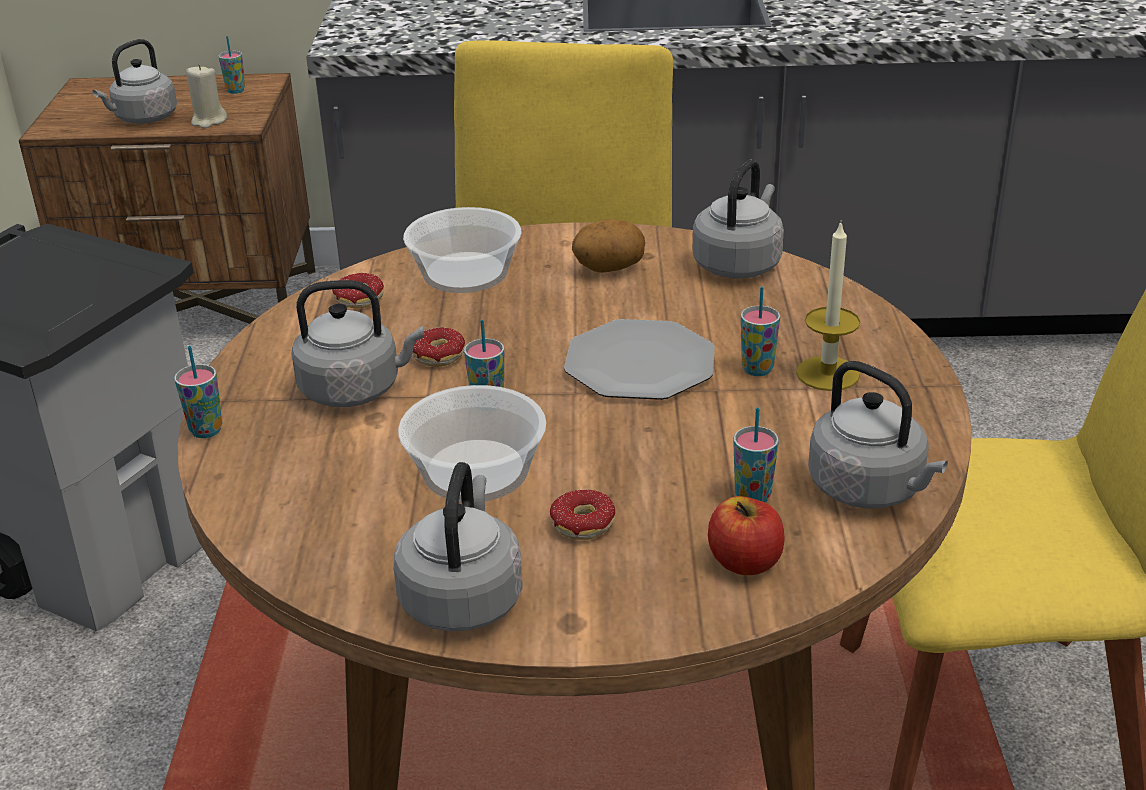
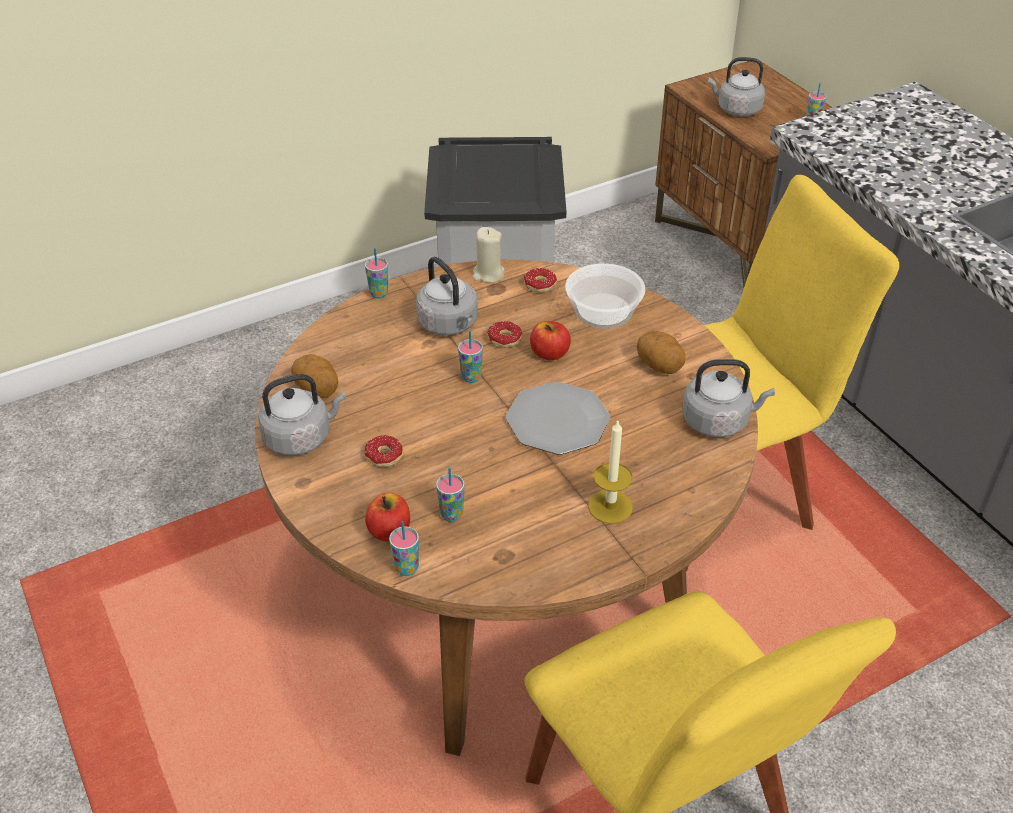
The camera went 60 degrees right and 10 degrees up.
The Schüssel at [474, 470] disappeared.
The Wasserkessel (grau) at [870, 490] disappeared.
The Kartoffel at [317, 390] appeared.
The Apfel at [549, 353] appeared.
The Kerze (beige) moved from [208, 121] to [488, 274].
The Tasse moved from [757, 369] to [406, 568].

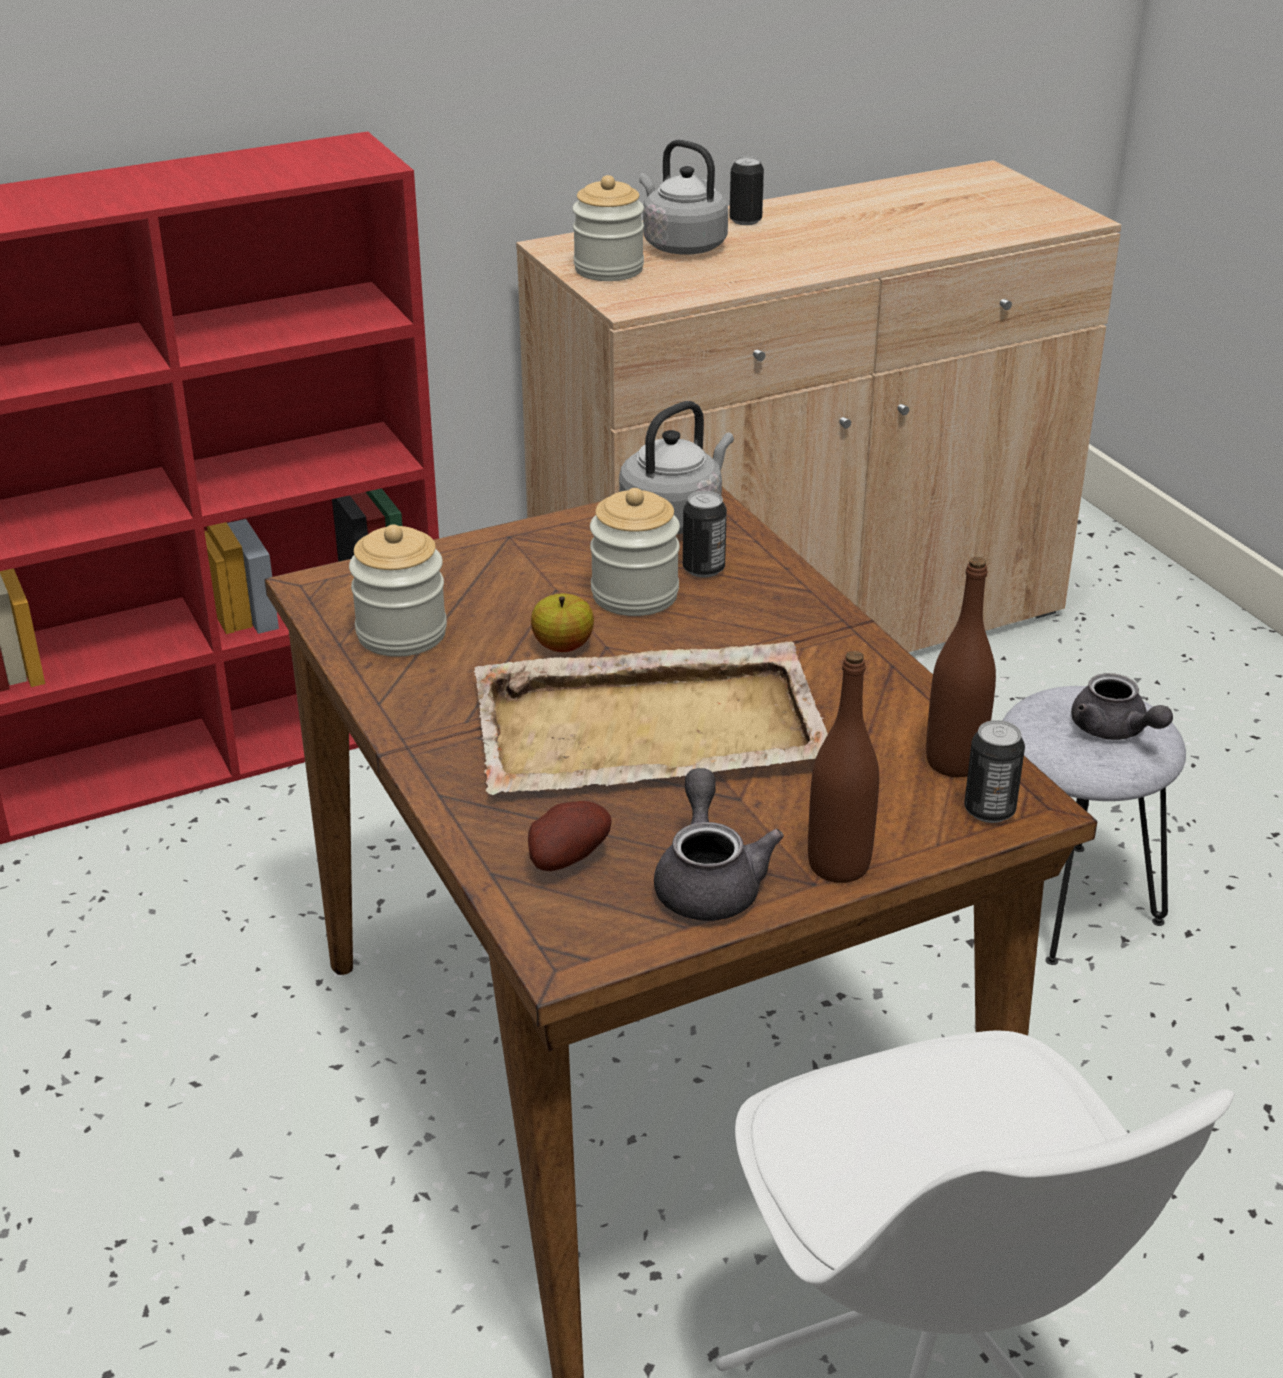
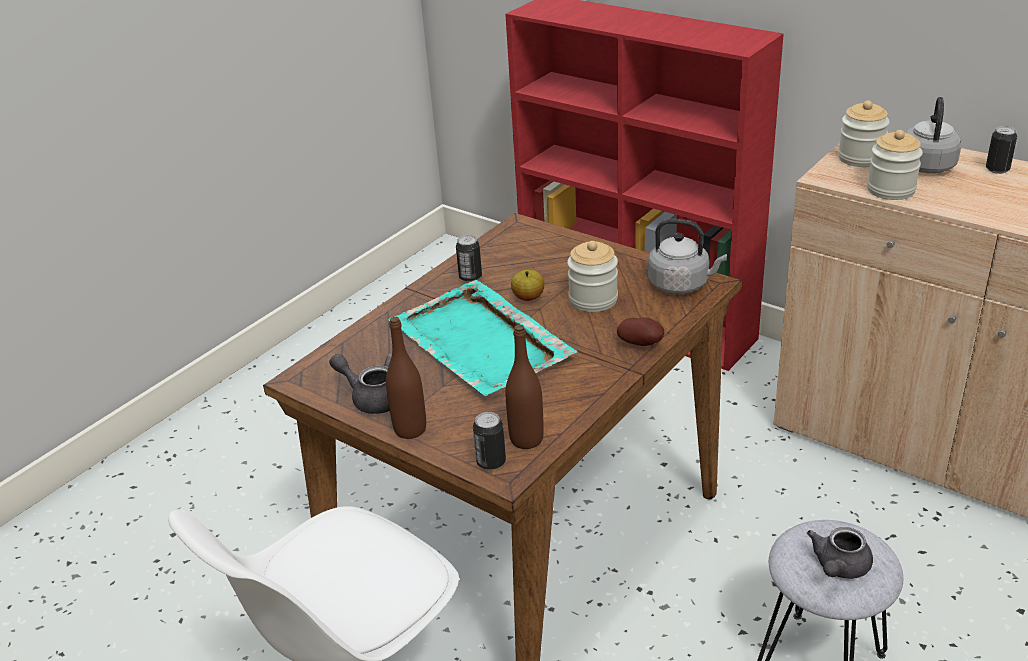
The camera went 65 degrees right and 0 degrees up.
The Vorratsglas moved from [401, 634] to [891, 190].
The Kartoffel moved from [565, 859] to [642, 344].
The Dose moved from [703, 569] to [470, 277].
The Tablett (beige) at [652, 727] became the Tablett (türkis) at [481, 343].
The Teekanne (grau) at [708, 881] turned 120 degrees counterclockwise.

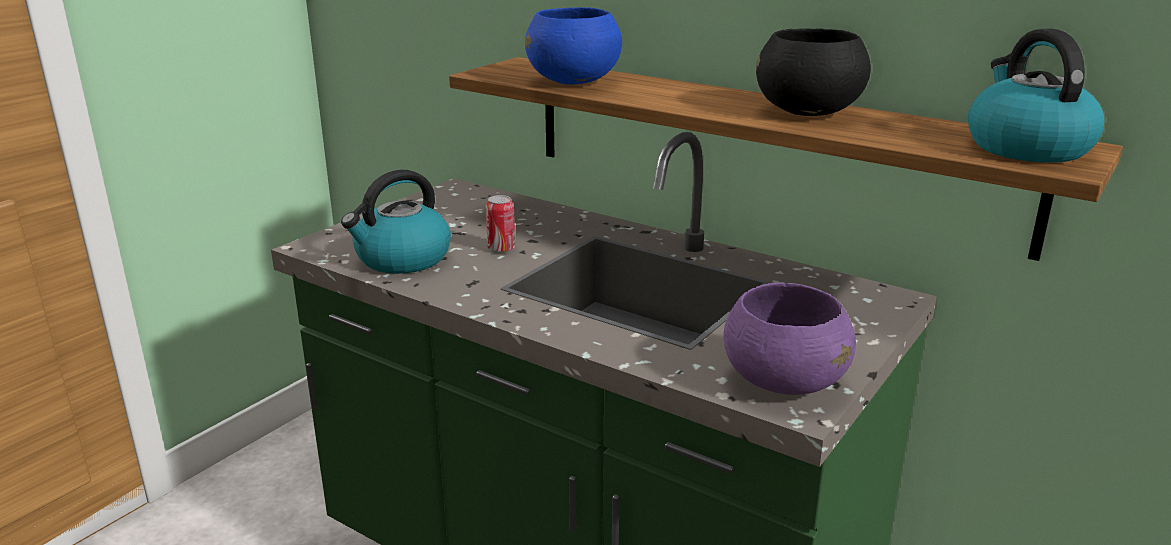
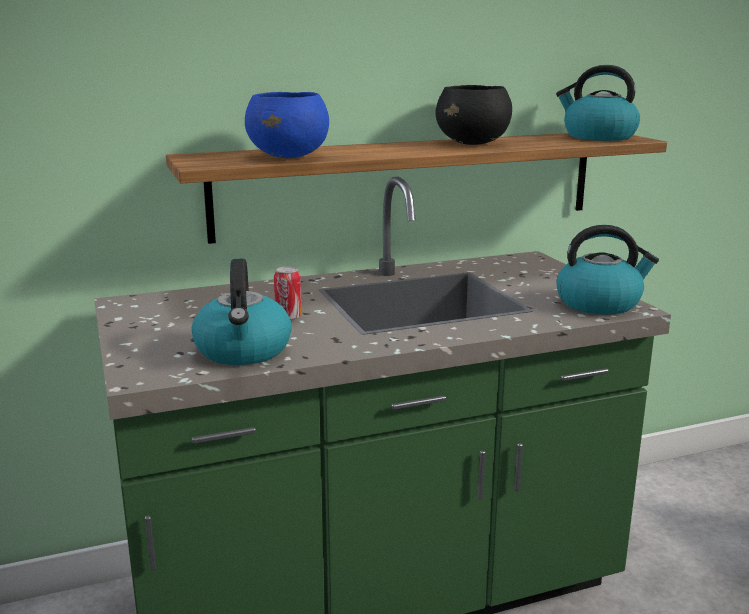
The camera went 55 degrees left and 5 degrees down.
The Schüssel (lila) at [783, 381] was replaced by the Wasserkessel at [599, 303].

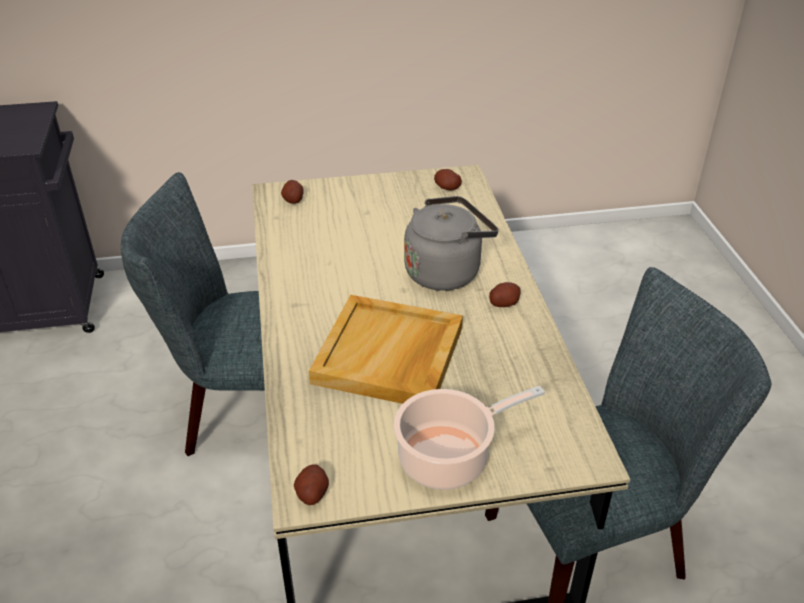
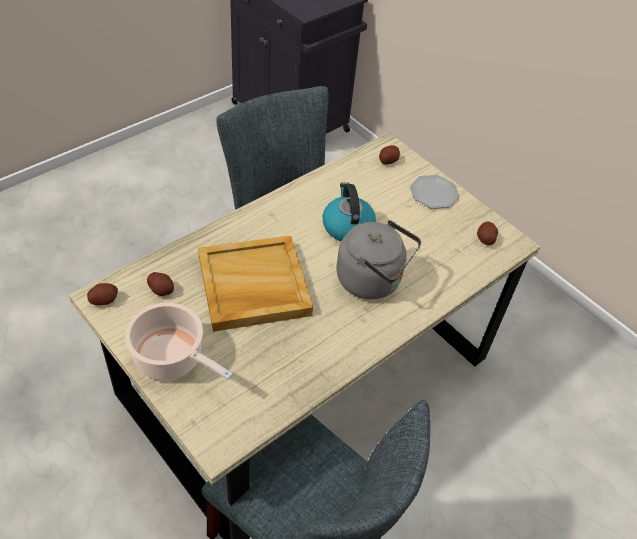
The camera went 55 degrees right and 10 degrees up.
The Wasserkessel at [347, 226] appeared.
The Teller at [434, 193] appeared.
The Kartoffel moved from [503, 303] to [161, 290].

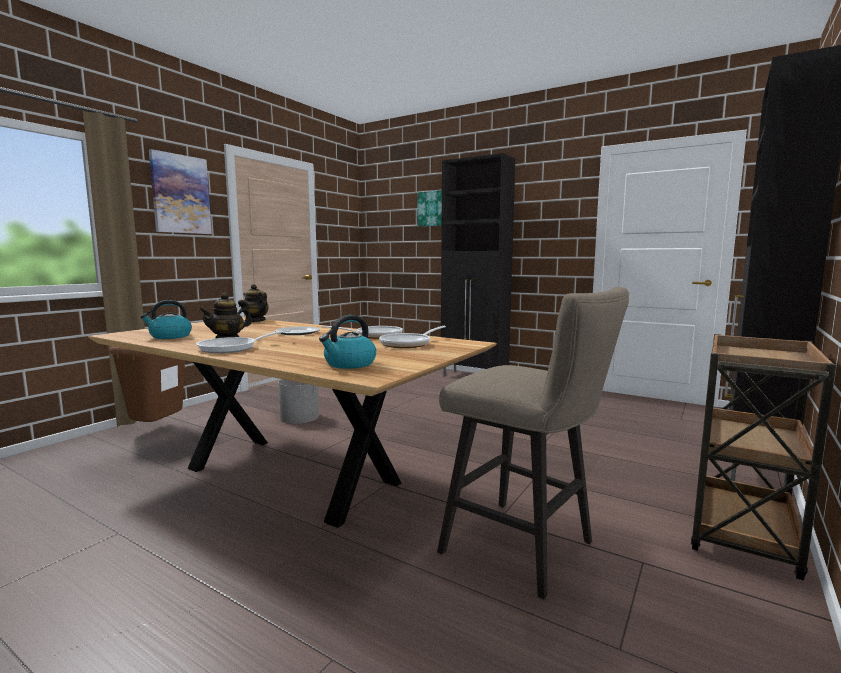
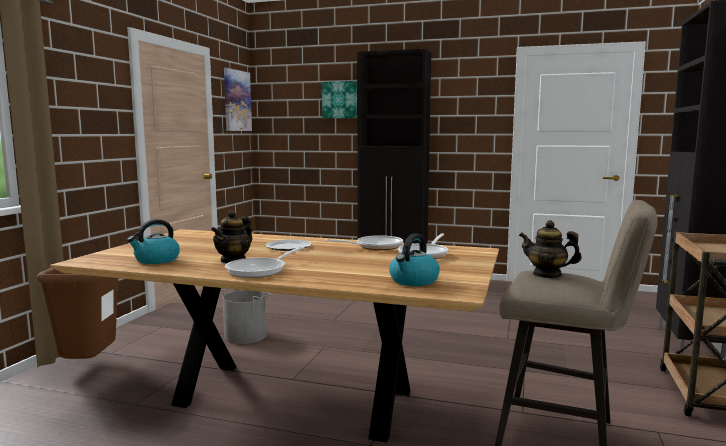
The camera went 15 degrees left and 0 degrees up.
The Bild moved from [180, 194] to [236, 100].
The Teekanne moved from [255, 321] to [547, 274].

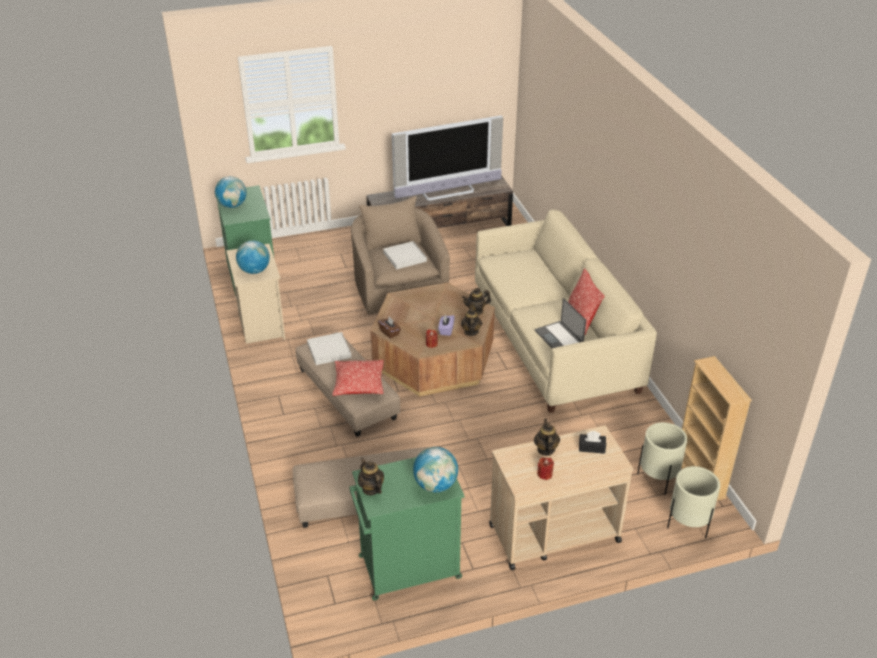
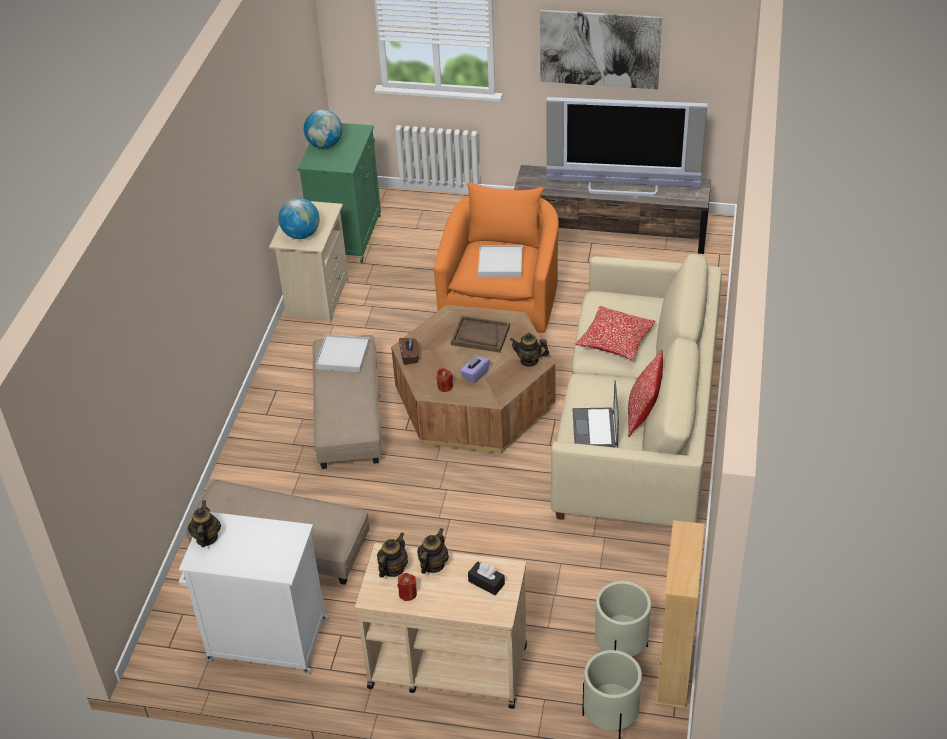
The camera went 30 degrees right and 5 degrees up.
The Globus at [435, 485] disappeared.
The Tablett (braun) at [480, 336] appeared.
The Bild at [599, 49] appeared.
The Kissen moved from [359, 384] to [615, 341].
The Teekanne moved from [471, 332] to [393, 569].
The Schrank (grün) at [407, 568] became the Schrank (weiß) at [265, 639].
The Sessel (beige) at [398, 287] became the Sessel (orange) at [502, 296].

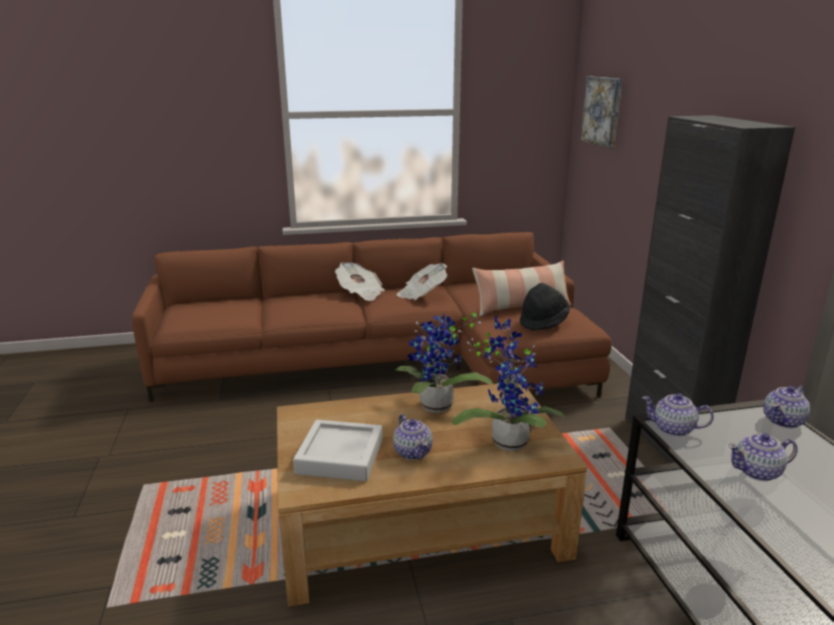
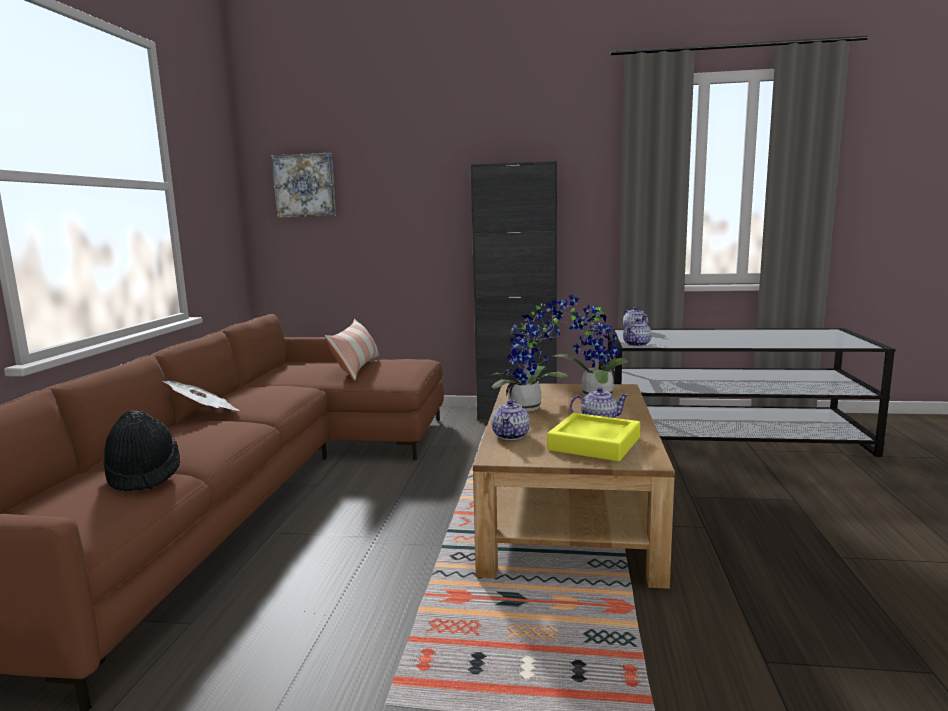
The camera went 70 degrees left and 10 degrees down.
The Zeitung at [422, 294] disappeared.
The Hut (schwarz) moved from [543, 322] to [144, 475].
The Teekanne moved from [758, 472] to [511, 435].
The Tablett (grau) at [340, 456] became the Tablett (gelb) at [594, 444].

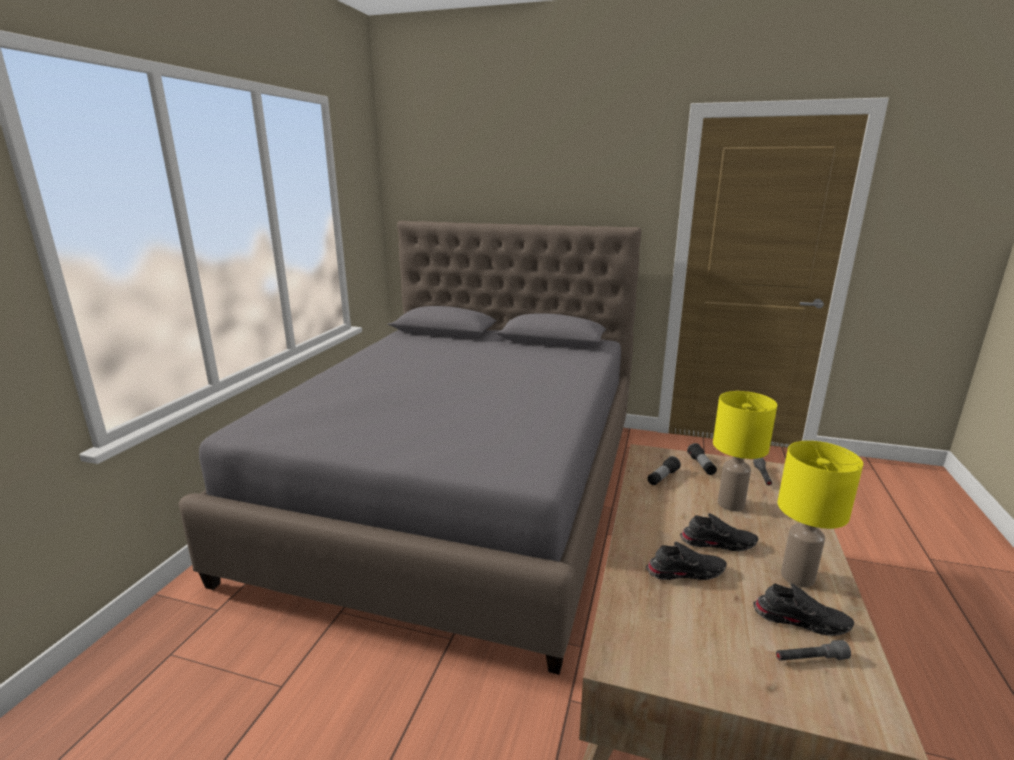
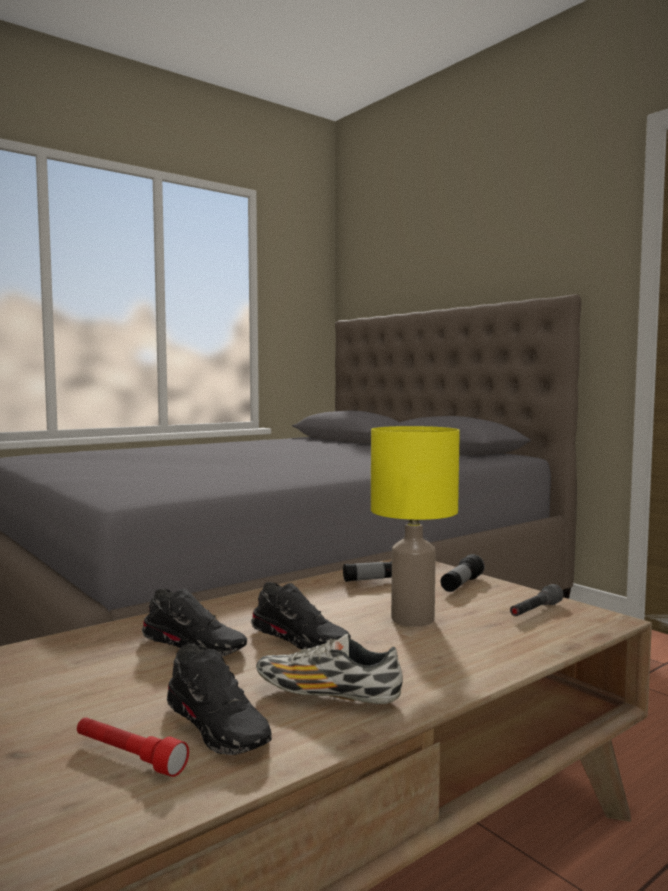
The camera went 35 degrees right and 15 degrees down.
The Tischlampe (gelb) at [798, 577] was replaced by the Schuh at [327, 696].
The Taschenlampe (grau) at [810, 659] became the Taschenlampe (rot) at [128, 757].

